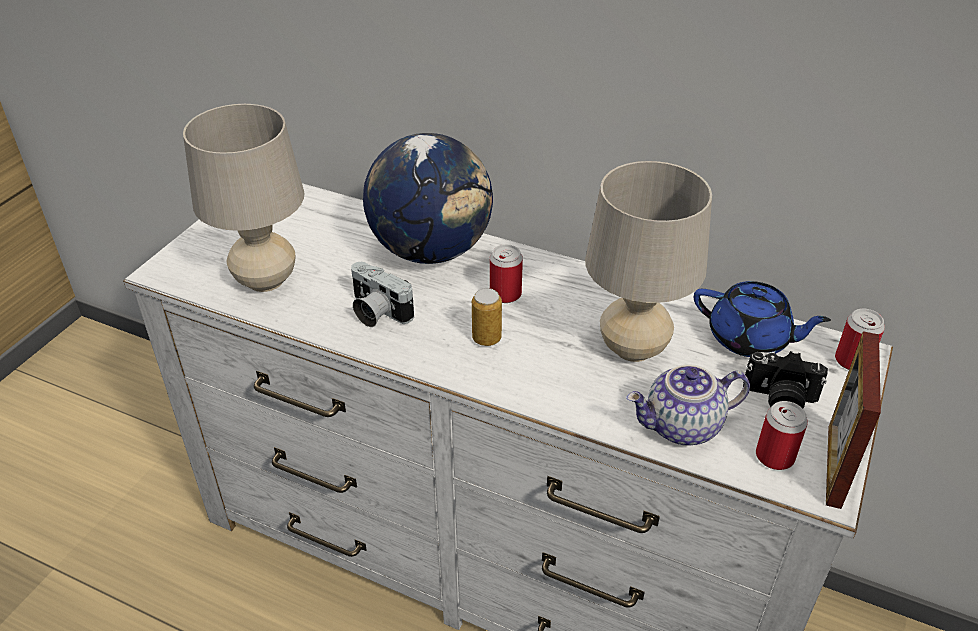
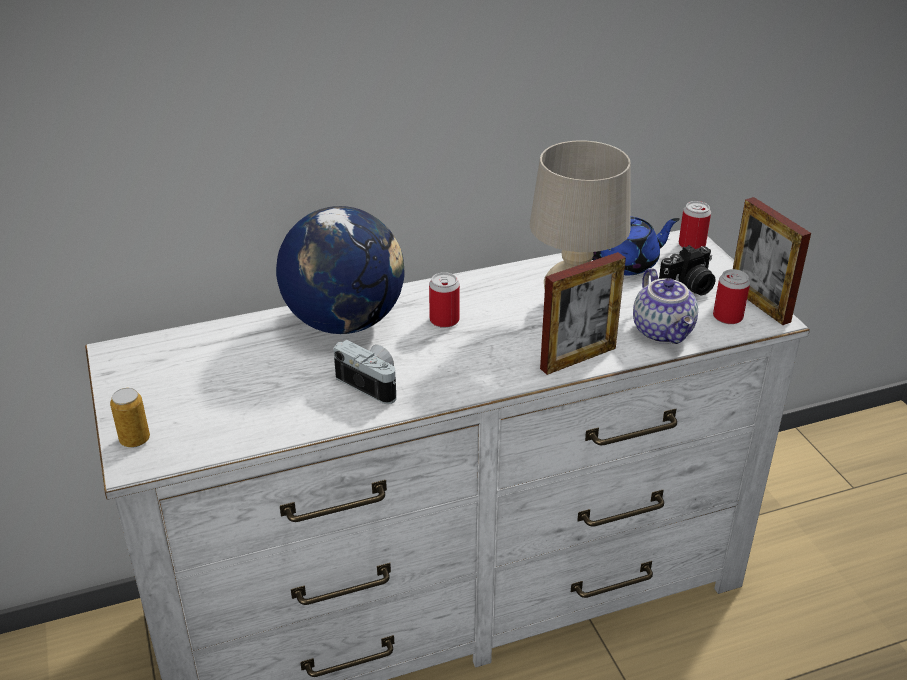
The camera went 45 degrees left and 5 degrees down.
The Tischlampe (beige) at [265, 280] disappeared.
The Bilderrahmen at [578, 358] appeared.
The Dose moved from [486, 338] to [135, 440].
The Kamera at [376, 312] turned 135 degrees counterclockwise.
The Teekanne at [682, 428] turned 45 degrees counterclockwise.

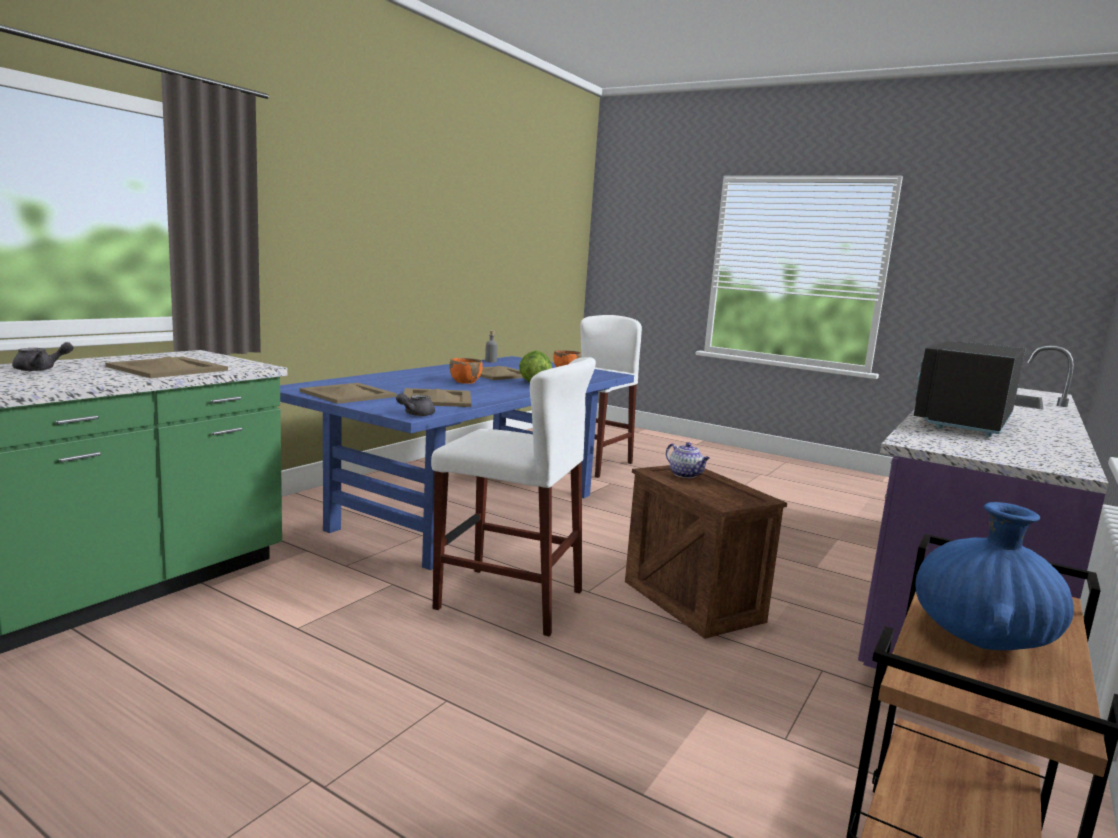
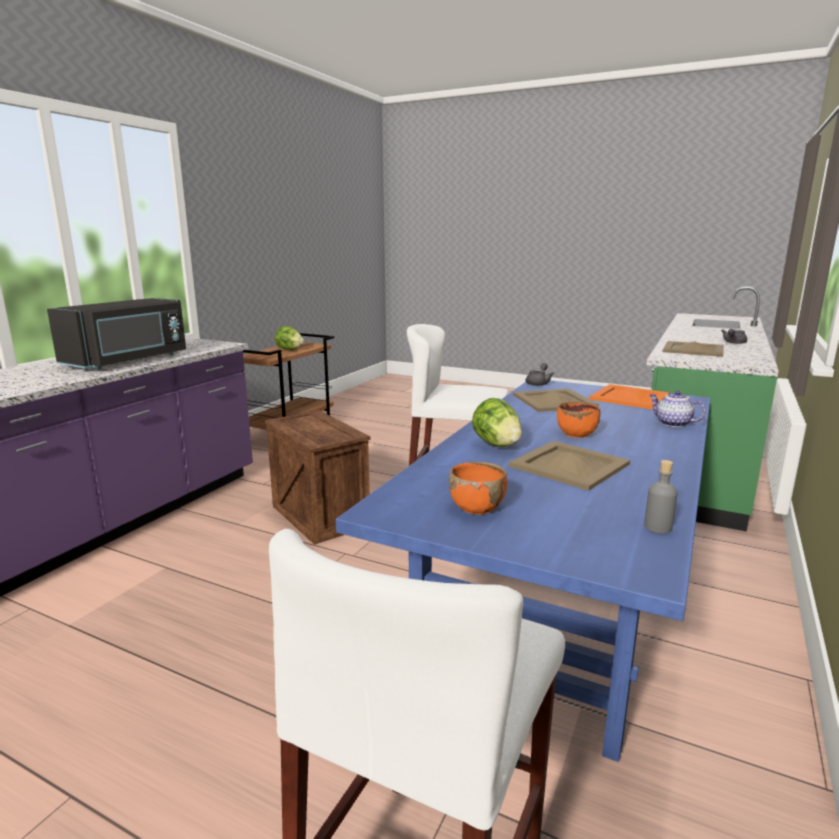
The camera went 175 degrees right and 5 degrees up.
The Teekanne moved from [686, 475] to [672, 423].
The Vase (blau) at [982, 637] was replaced by the Salatkopf at [289, 349].
The Tablett (beige) at [348, 394] became the Tablett (orange) at [629, 397].

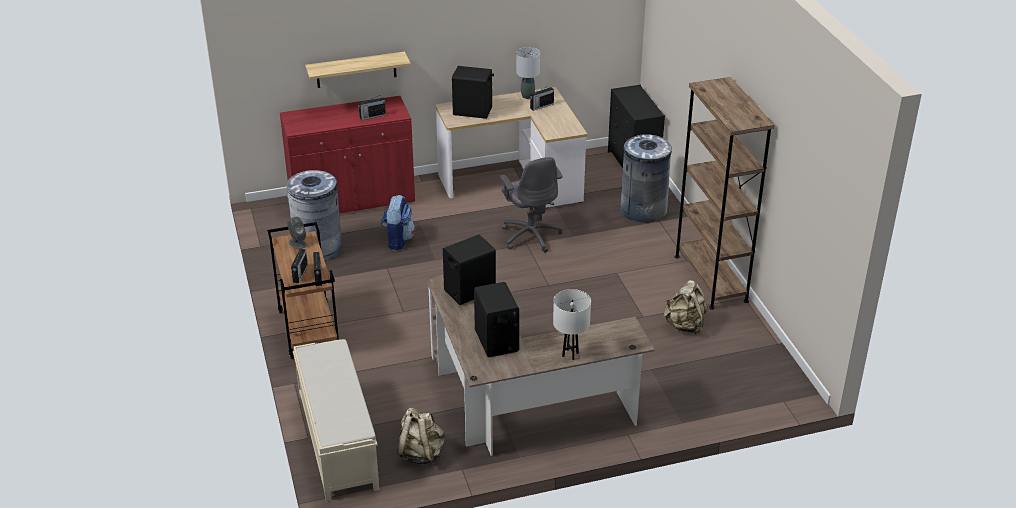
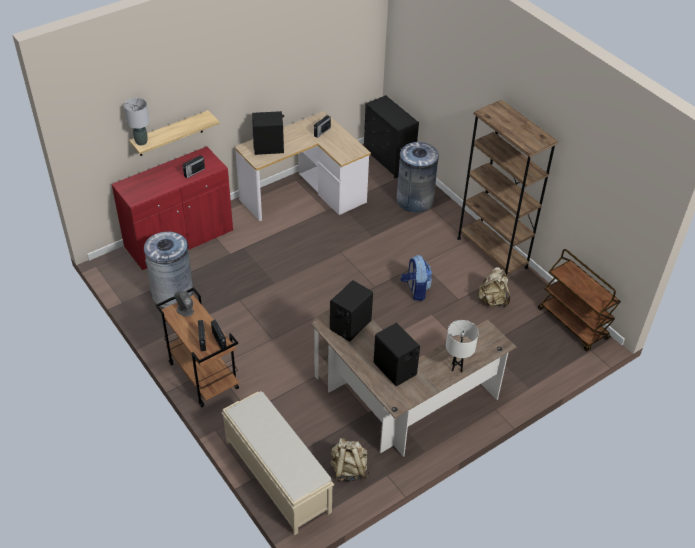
The camera went 20 degrees left and 10 degrees up.
The Bürostuhl (grau) at [530, 235] disappeared.
The Rollwagen (braun) at [573, 324] appeared.
The Rucksack moved from [398, 240] to [415, 290].
The Tischlampe (grau) moved from [528, 96] to [141, 142].

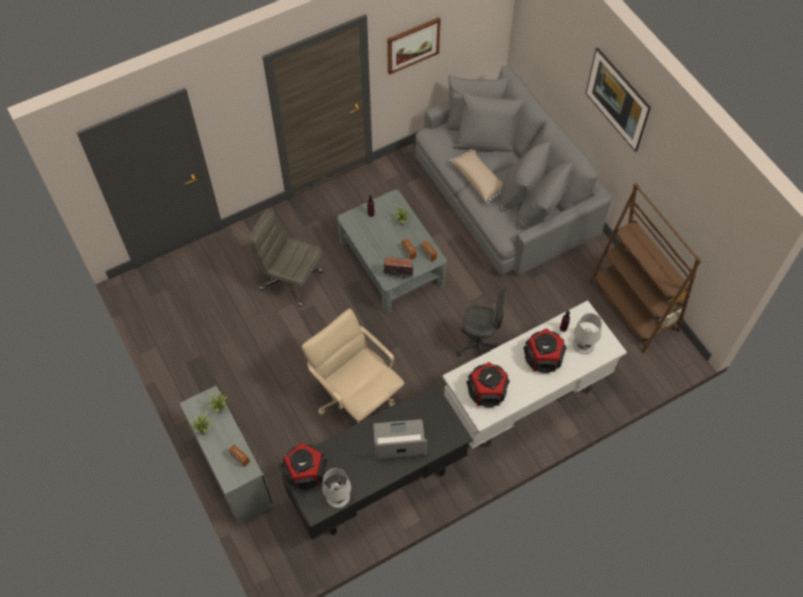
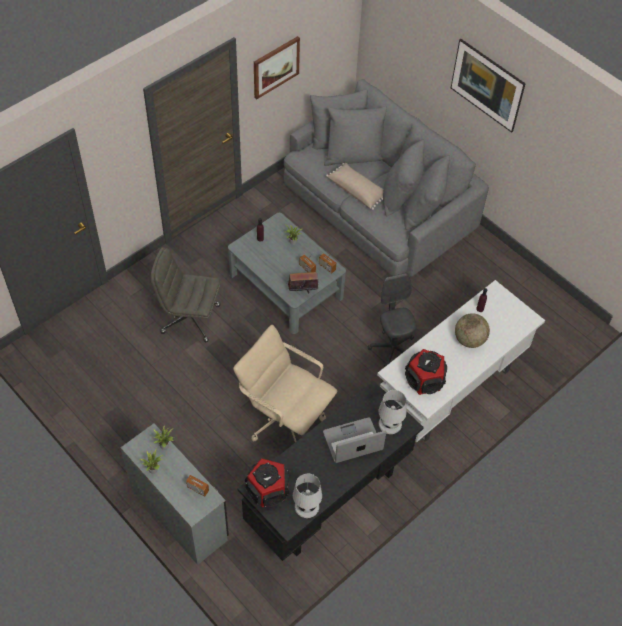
The camera went 15 degrees left and 5 degrees down.
The Bücherregal (braun) at [633, 306] disappeared.
The Tischlampe (weiß) moved from [583, 344] to [390, 423].
The Lautsprecher at [543, 358] was replaced by the Globus at [469, 340].
The Bürostuhl (grau) at [479, 346] turned 105 degrees counterclockwise.

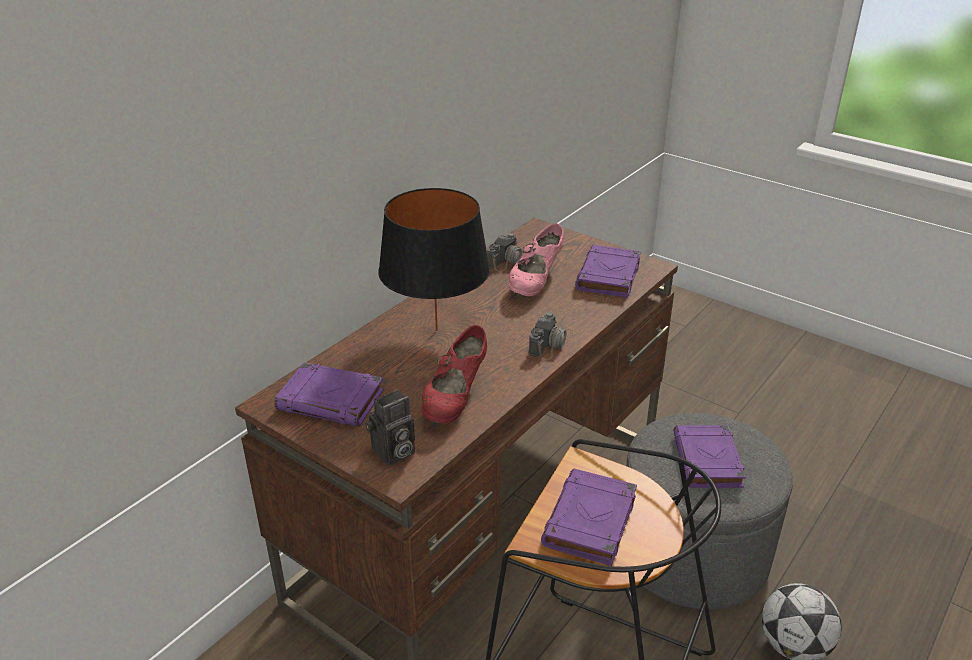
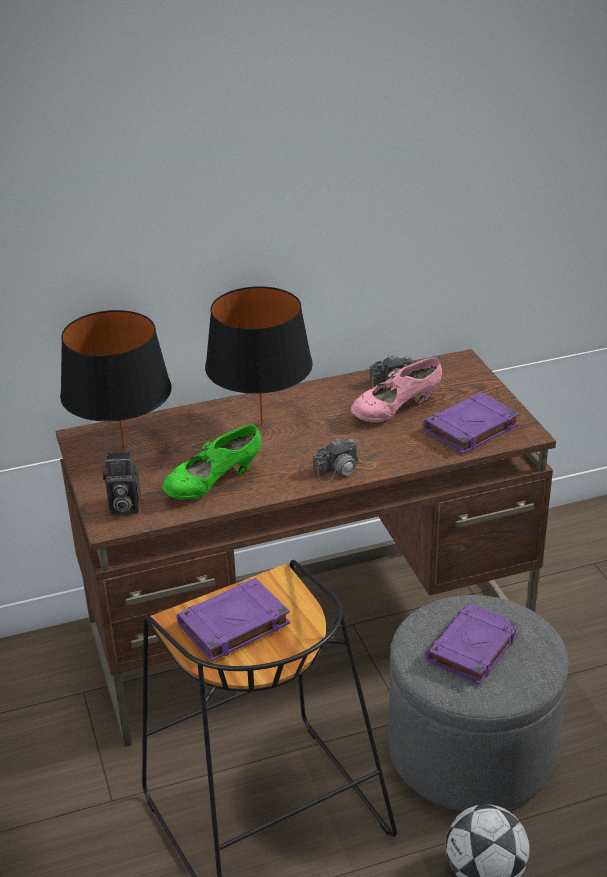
The camera went 35 degrees right and 0 degrees up.
The Buch (lila) at [332, 401] was replaced by the Tischlampe (schwarz) at [123, 451].
The Schuh (rot) at [455, 398] became the Schuh (grün) at [213, 484].

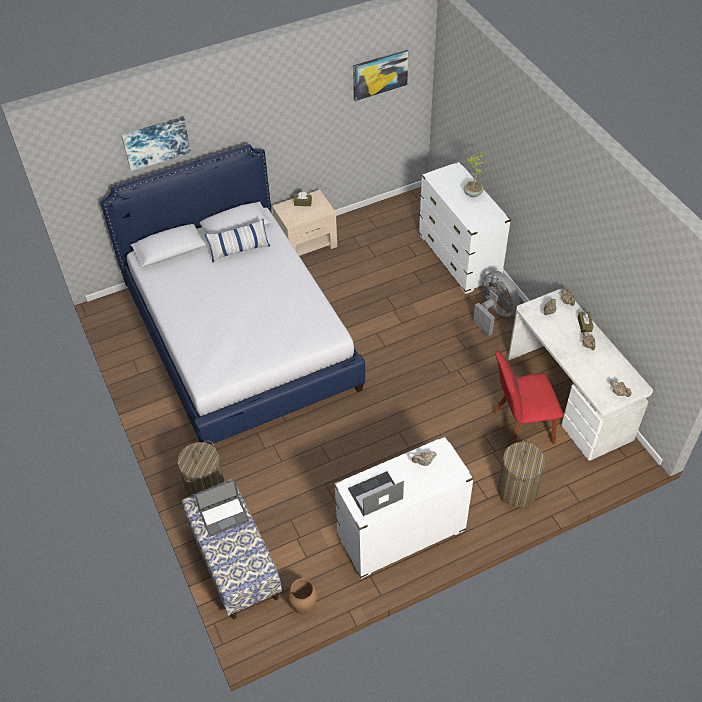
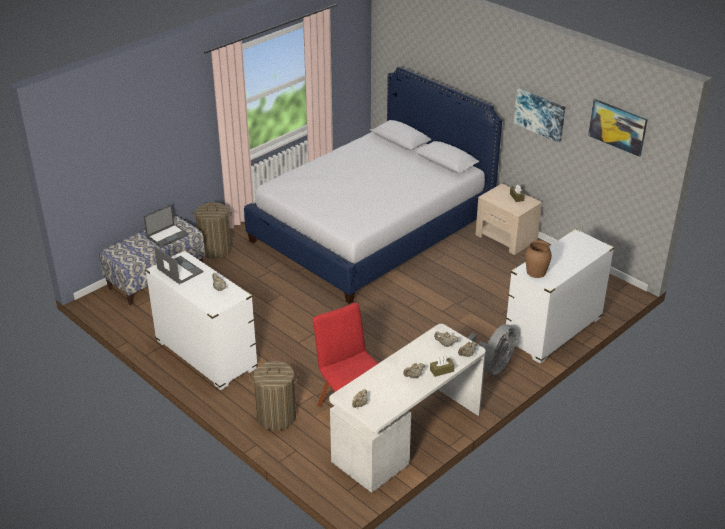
The camera went 70 degrees right and 15 degrees down.
The Kissen at [239, 250] disappeared.
The Topfpflanze at [473, 193] disappeared.
The Bild moved from [156, 142] to [540, 114].
The Vase (braun) moved from [303, 604] to [536, 272].
The Laptop at [224, 515] turned 90 degrees counterclockwise.

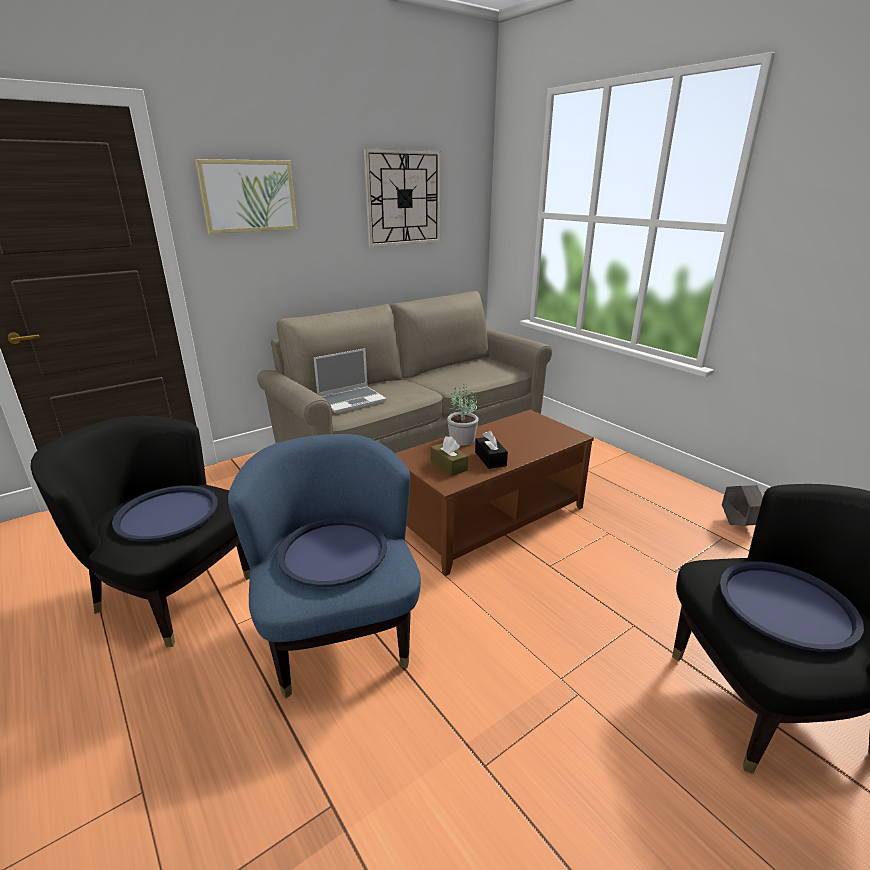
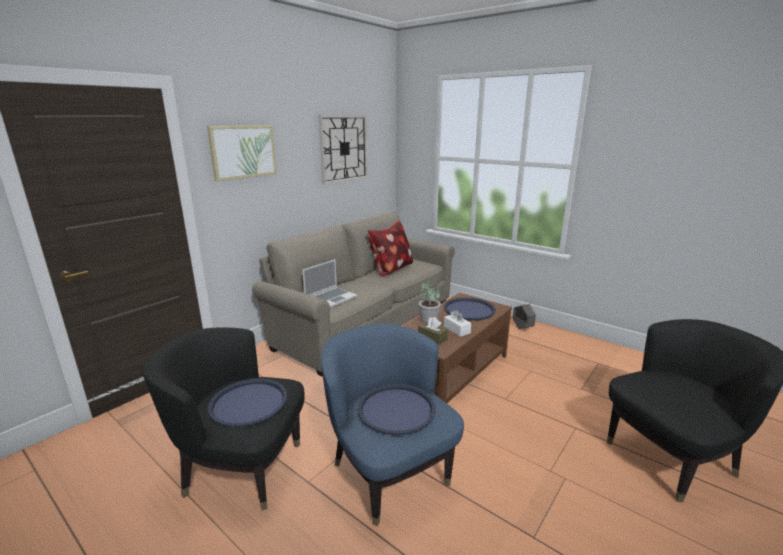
The camera went 15 degrees left and 5 degrees down.
The Kissen at [390, 269] appeared.
The Tablett (blau) moved from [786, 605] to [469, 309].
The Pflanzkübel (grau) moved from [737, 524] to [522, 328].
The Taschentuchbox (schwarz) at [490, 459] became the Taschentuchbox (weiß) at [457, 329].

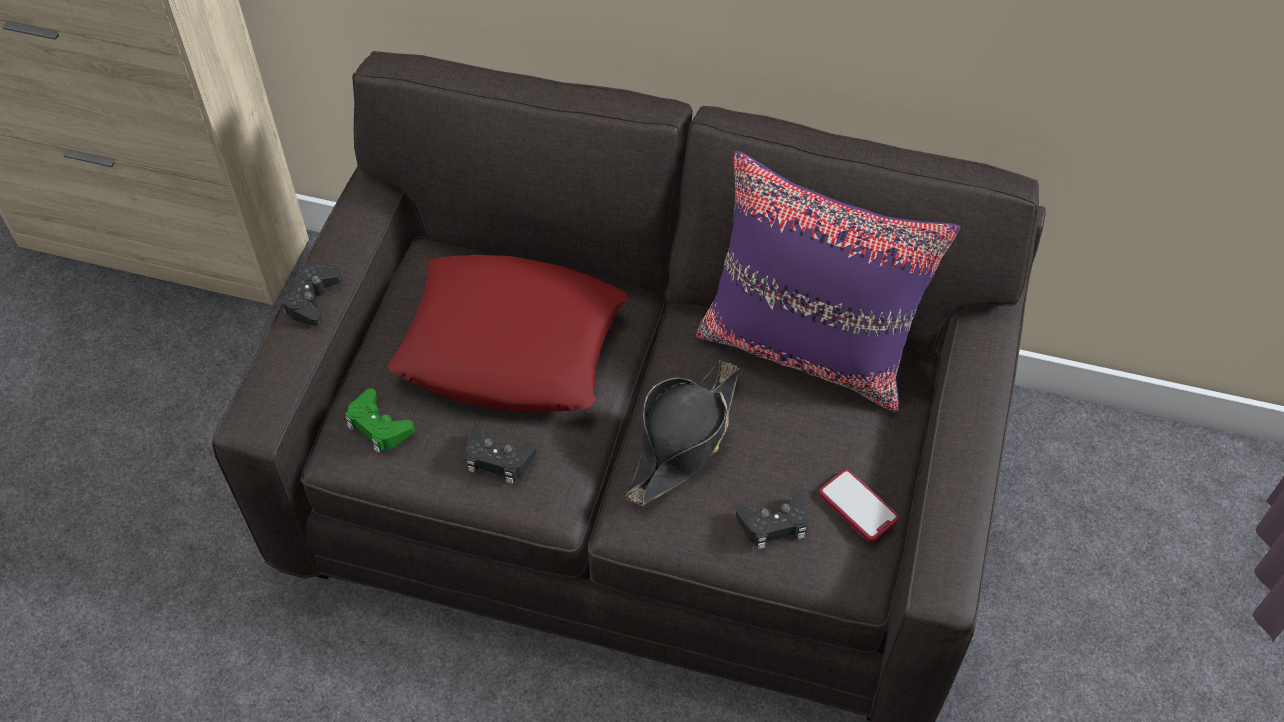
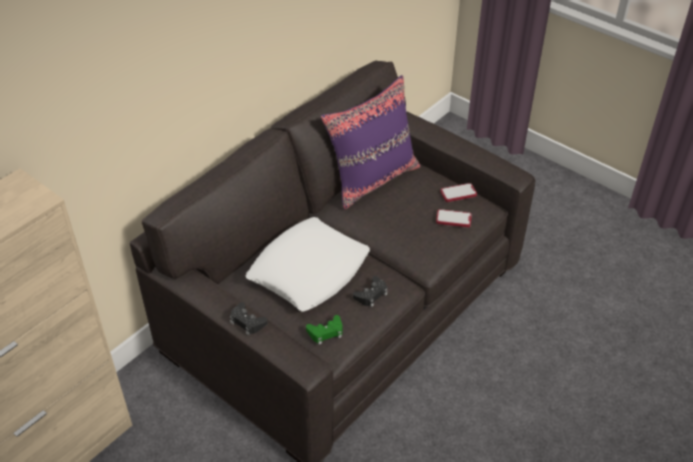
The camera went 65 degrees left and 10 degrees down.
The Hut (schwarz) at [683, 440] disappeared.
The Gamepad (schwarz) at [774, 524] was replaced by the Handy at [453, 219].
The Kissen (rot) at [511, 345] became the Kissen (weiß) at [309, 270].

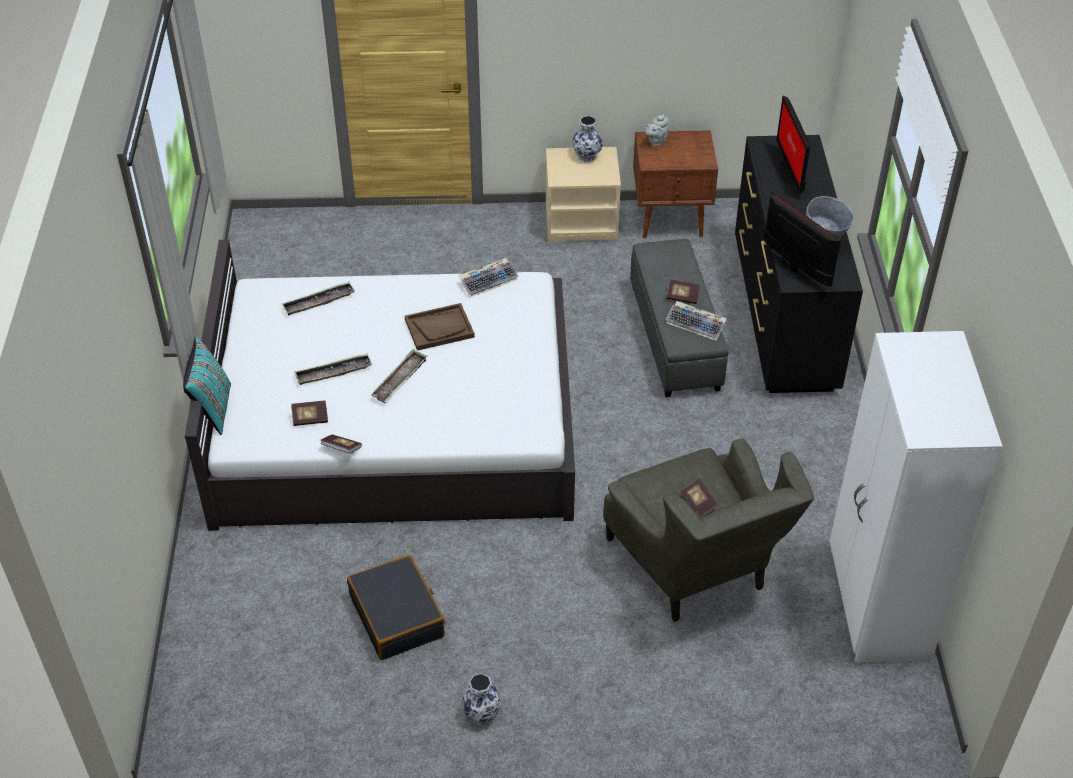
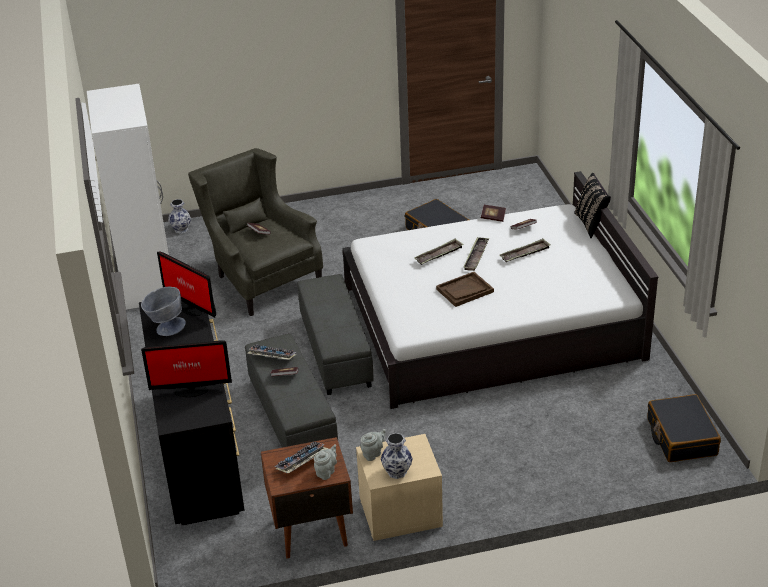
The camera went 170 degrees right and 10 degrees down.
The Polsterhocker (grau) at [336, 351] appeared.
The Teekanne (grau) at [373, 454] appeared.
The Koffer (schwarz) at [681, 437] appeared.
The Tablett moved from [318, 302] to [439, 255].
The Tastatur moved from [488, 281] to [302, 462].
The Vase moved from [481, 714] to [181, 229].
The Kissen (türkis) at [212, 409] became the Kissen (schwarz) at [591, 224].
The Monitor at [790, 172] turned 105 degrees clockwise.

